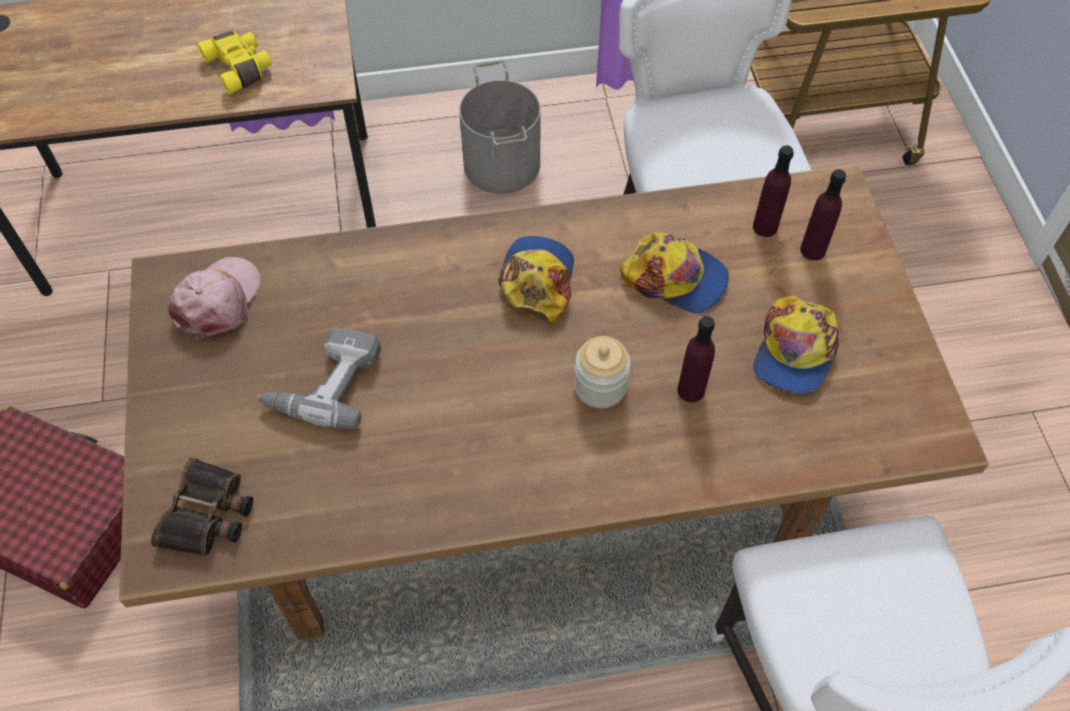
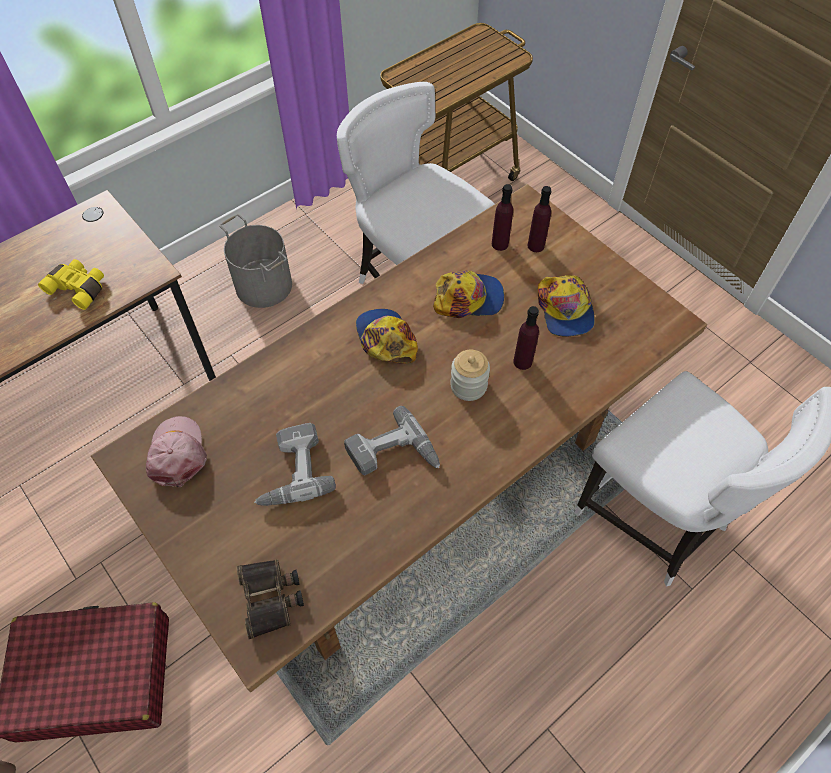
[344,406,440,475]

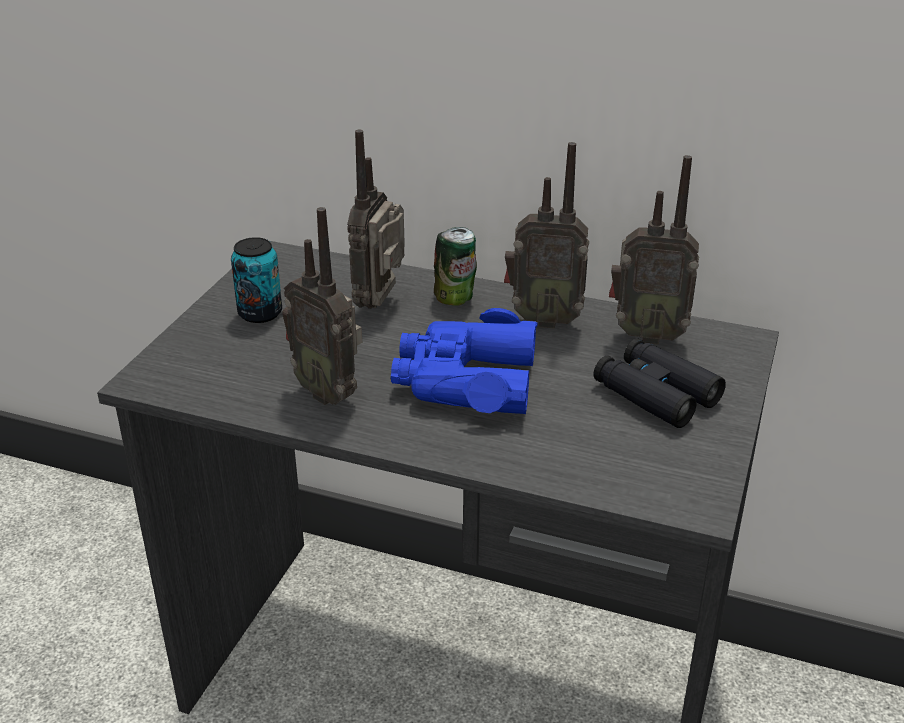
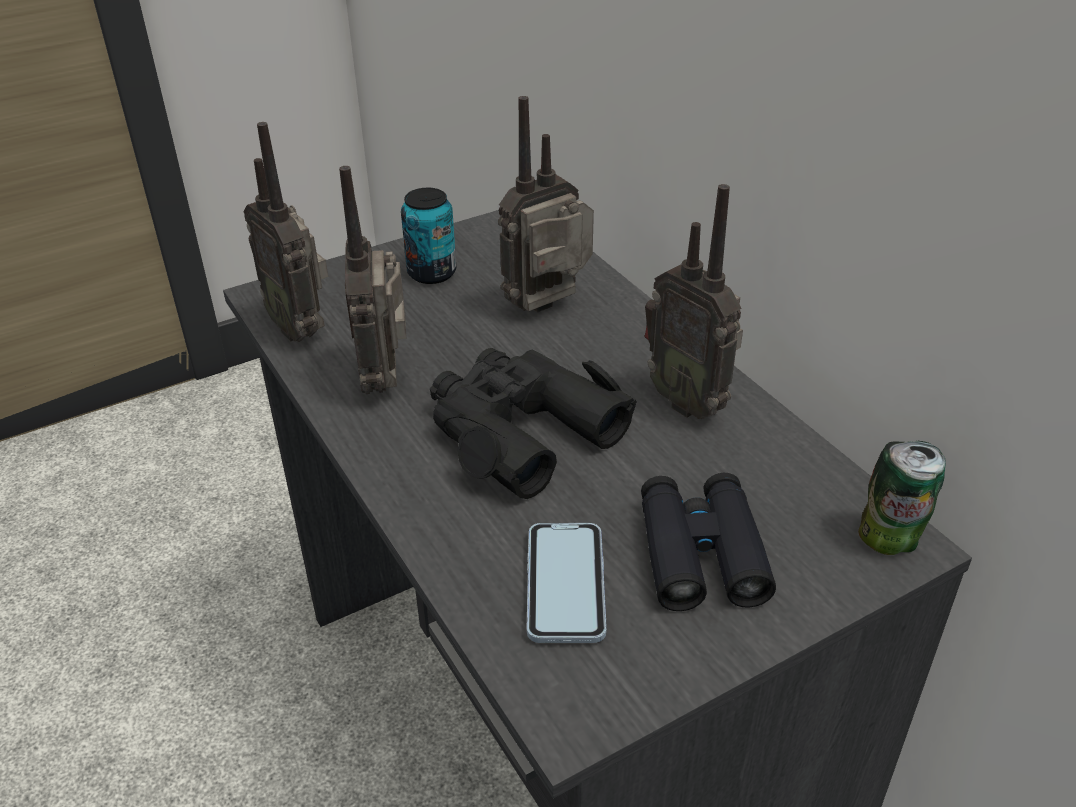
[244,122,328,342]
[430,348,637,499]
[527,523,607,643]
[858,441,945,555]

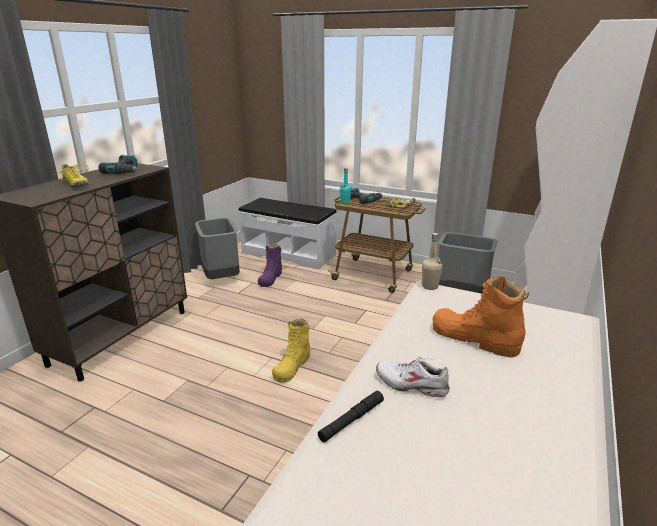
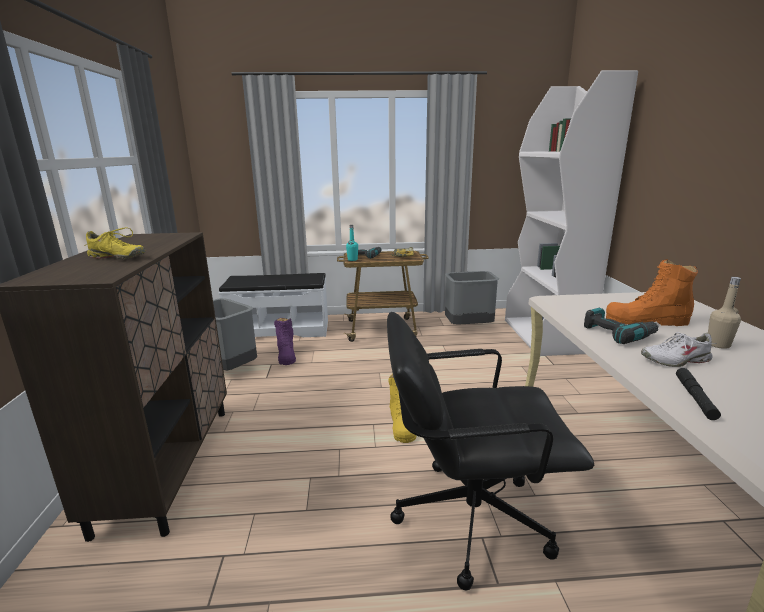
[387,312,594,591]
[584,308,658,344]
[708,277,741,349]

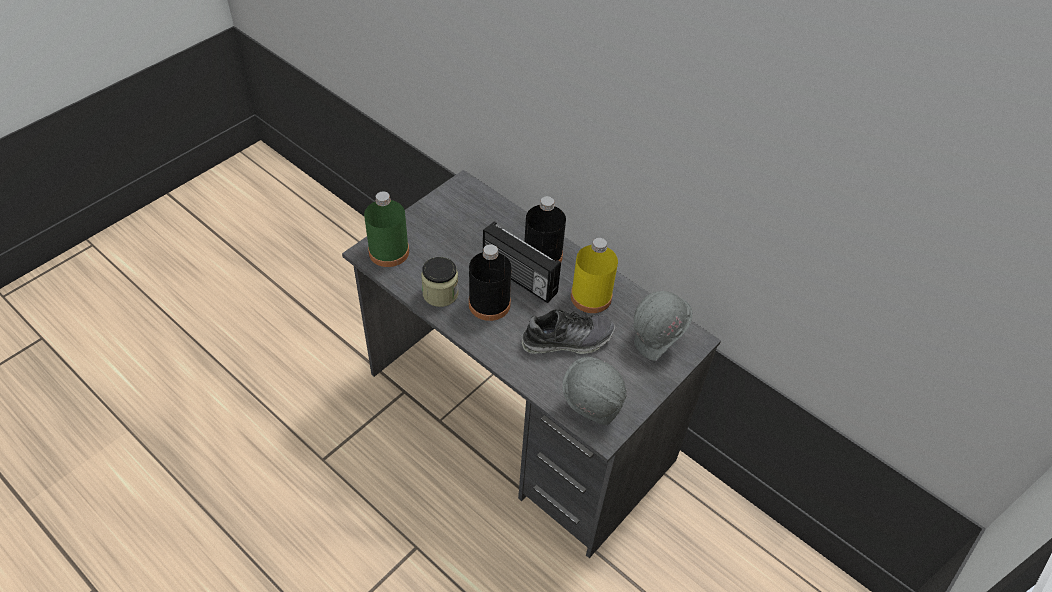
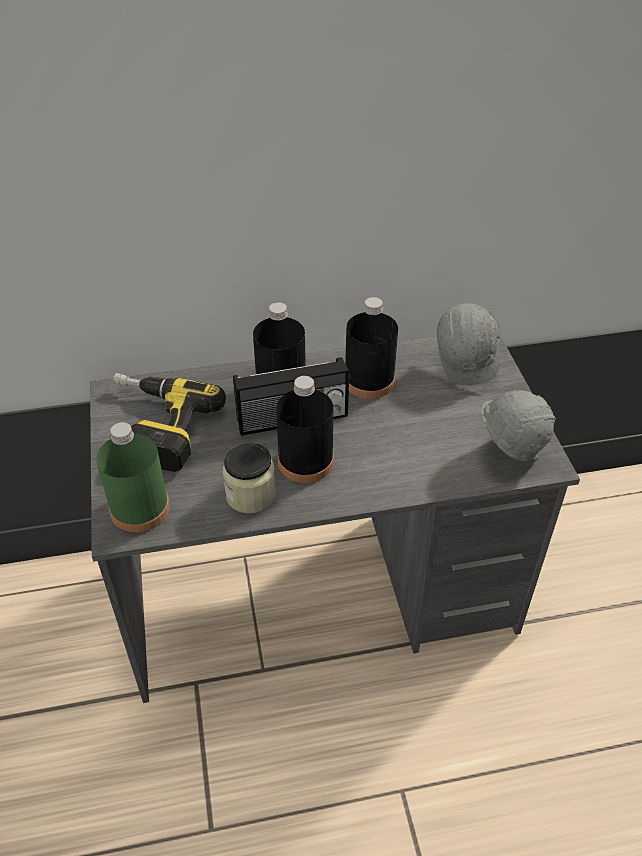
[113,373,226,472]
[345,297,398,399]
[522,309,615,354] (first image)

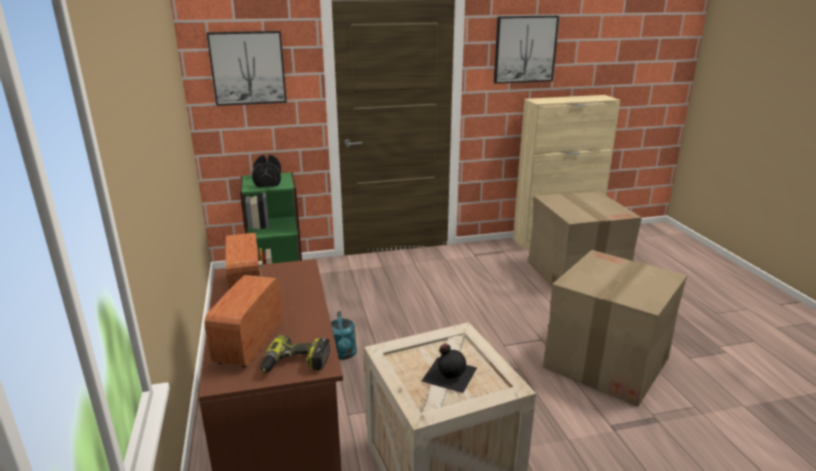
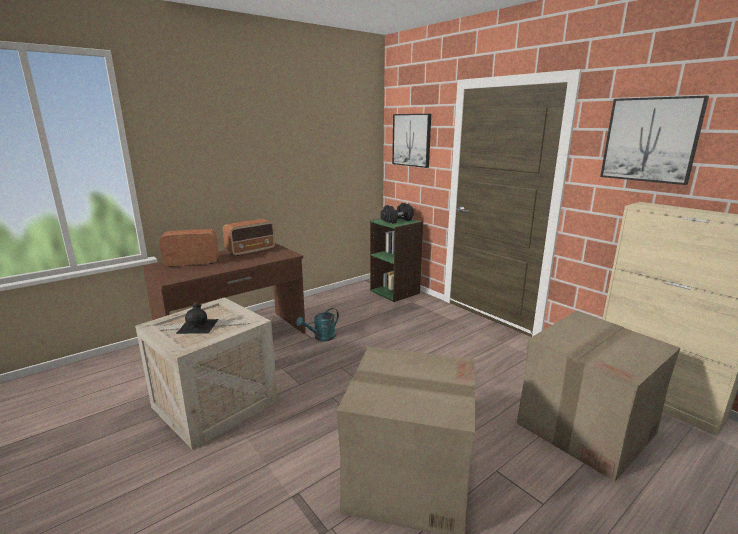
[260,335,330,373] (first image)

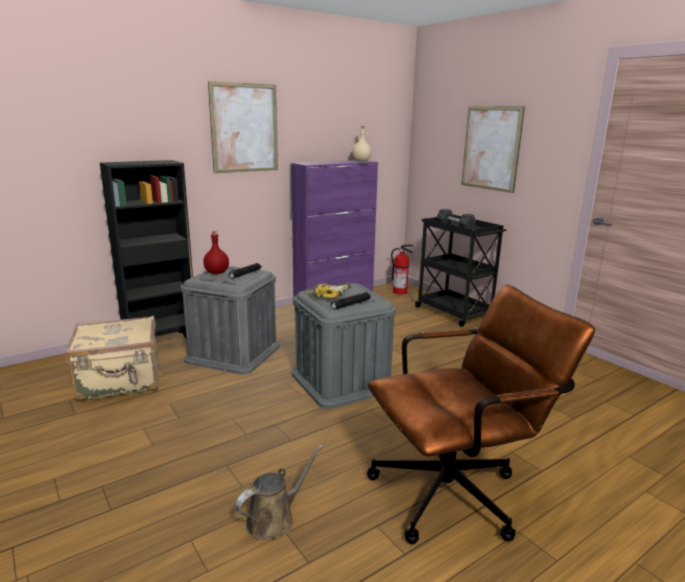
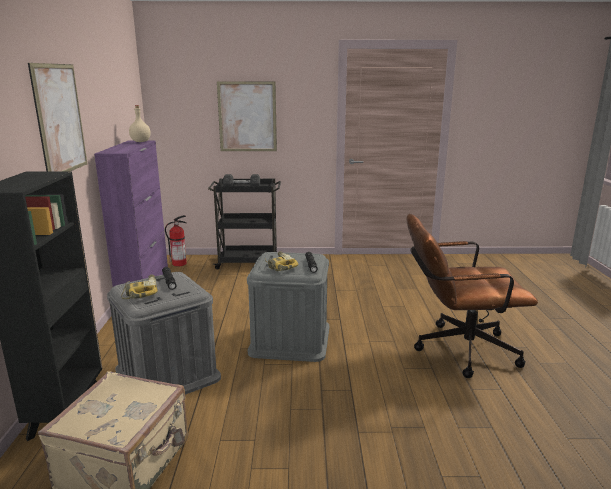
[121,274,158,299]
[406,214,538,378]
[235,444,323,540] (first image)

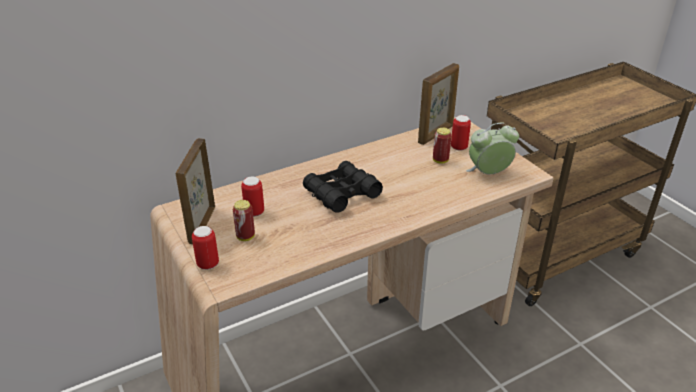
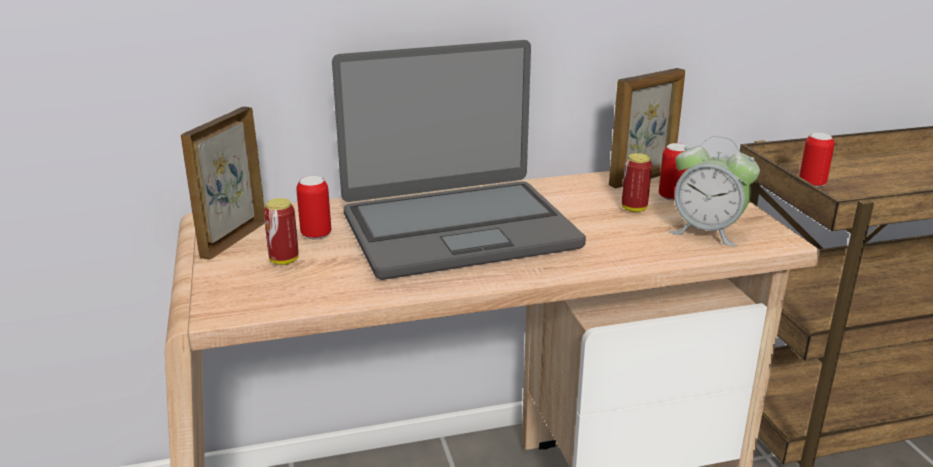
[332,40,586,280]
[669,136,760,247]
[799,133,835,188]

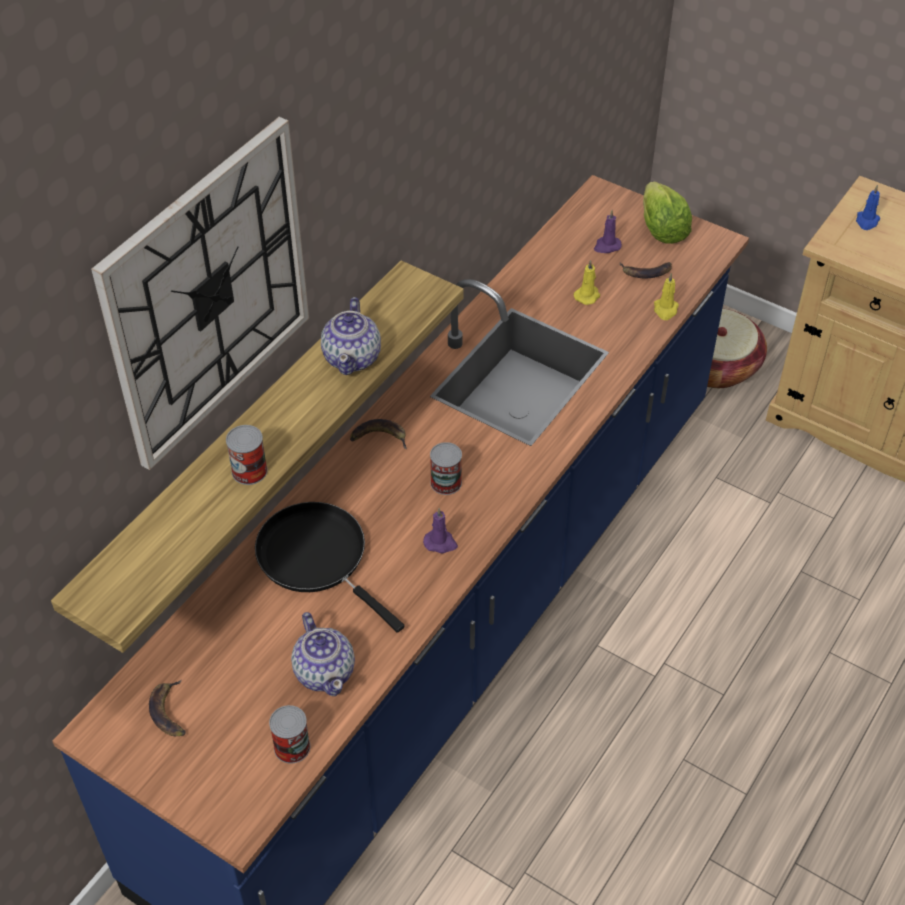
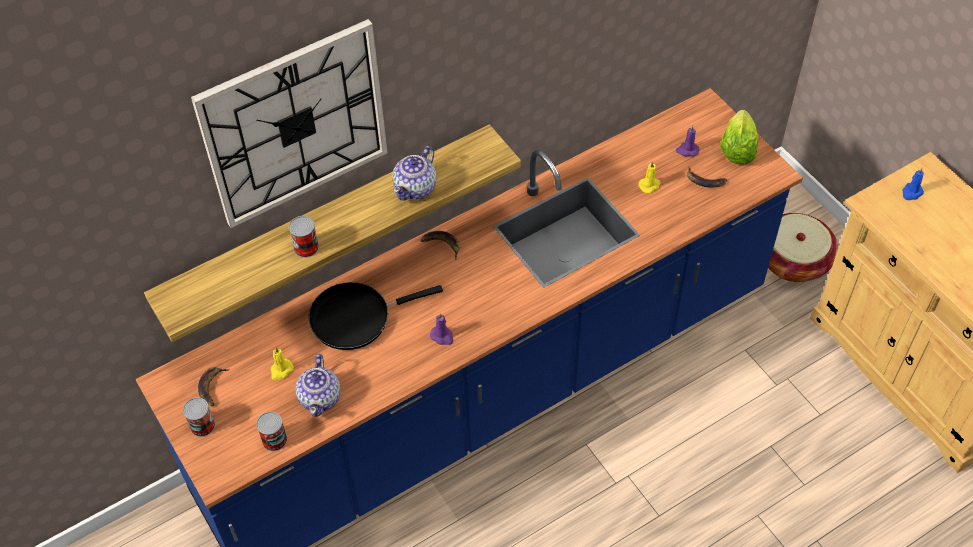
[183,397,215,437]
[270,347,294,380]
[309,282,443,350]

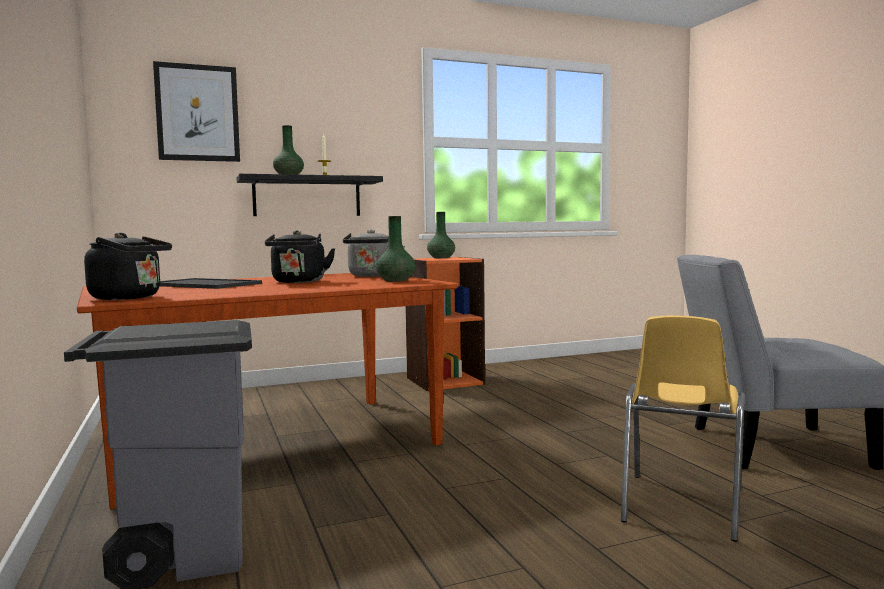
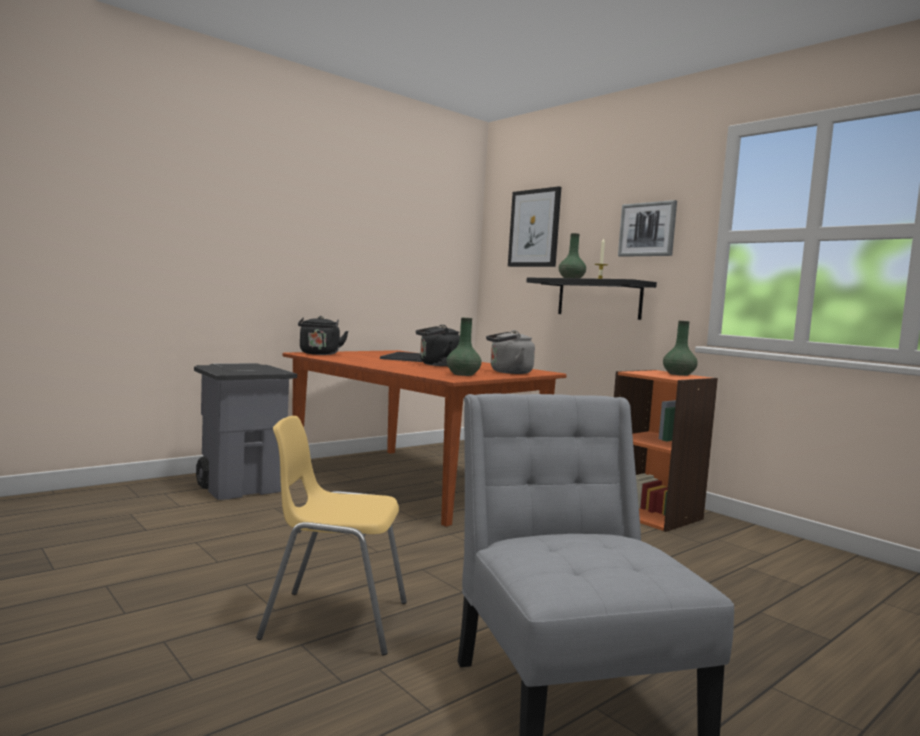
[618,200,677,257]

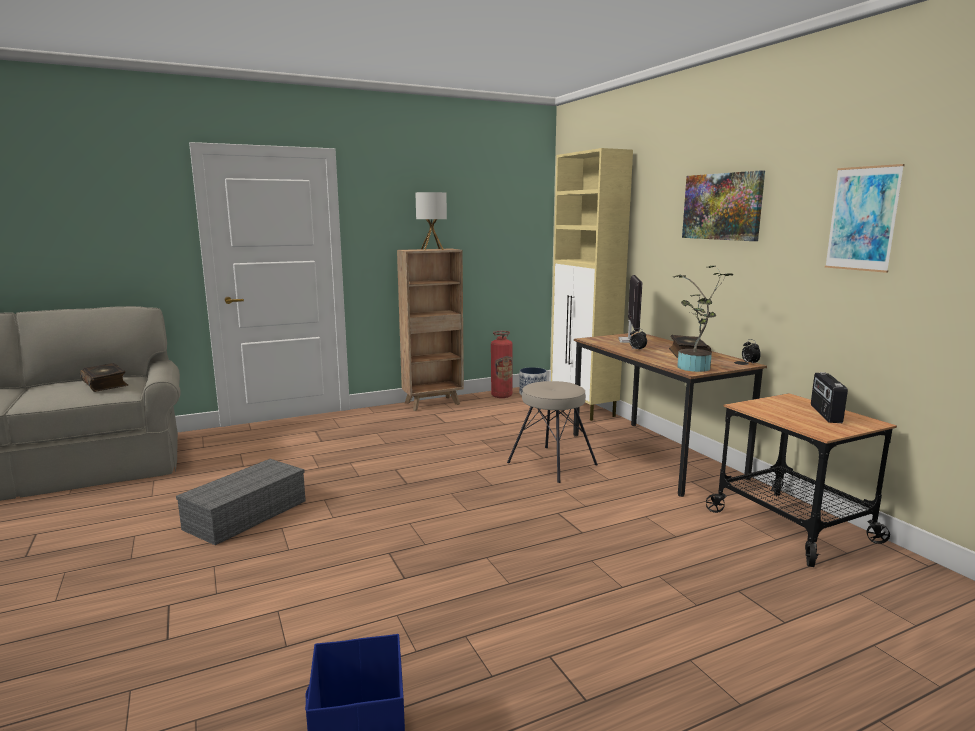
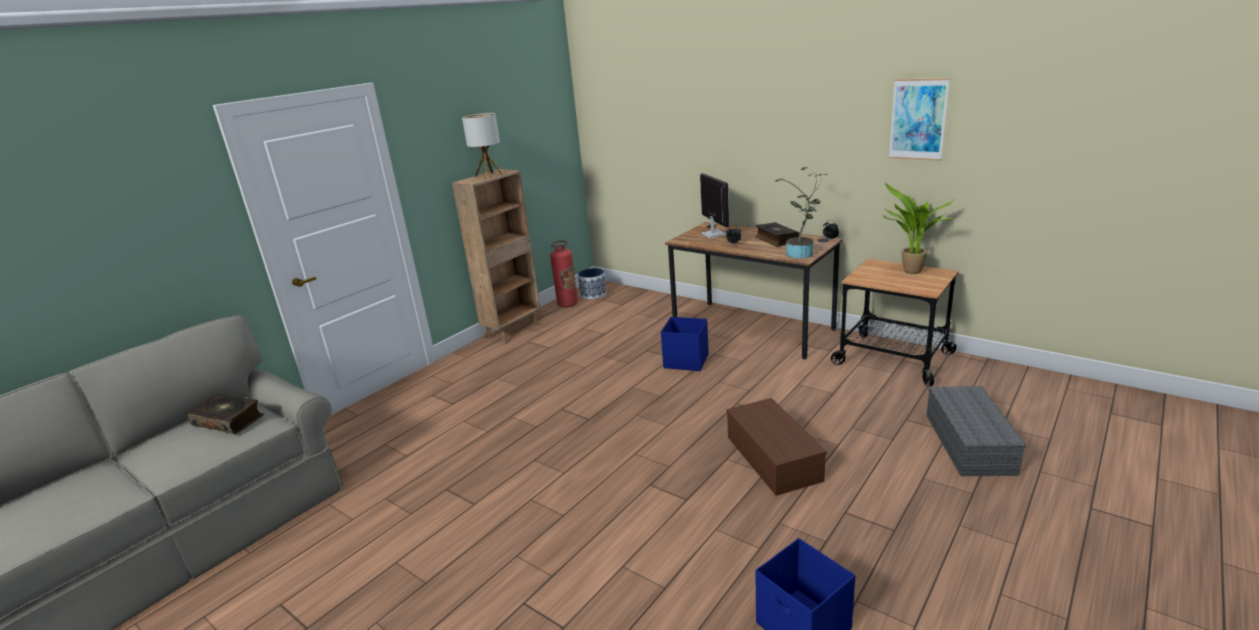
[661,317,709,371]
[726,398,827,496]
[883,183,957,274]
[927,386,1026,476]
[551,148,633,421] (first image)
[682,170,765,241] (first image)

